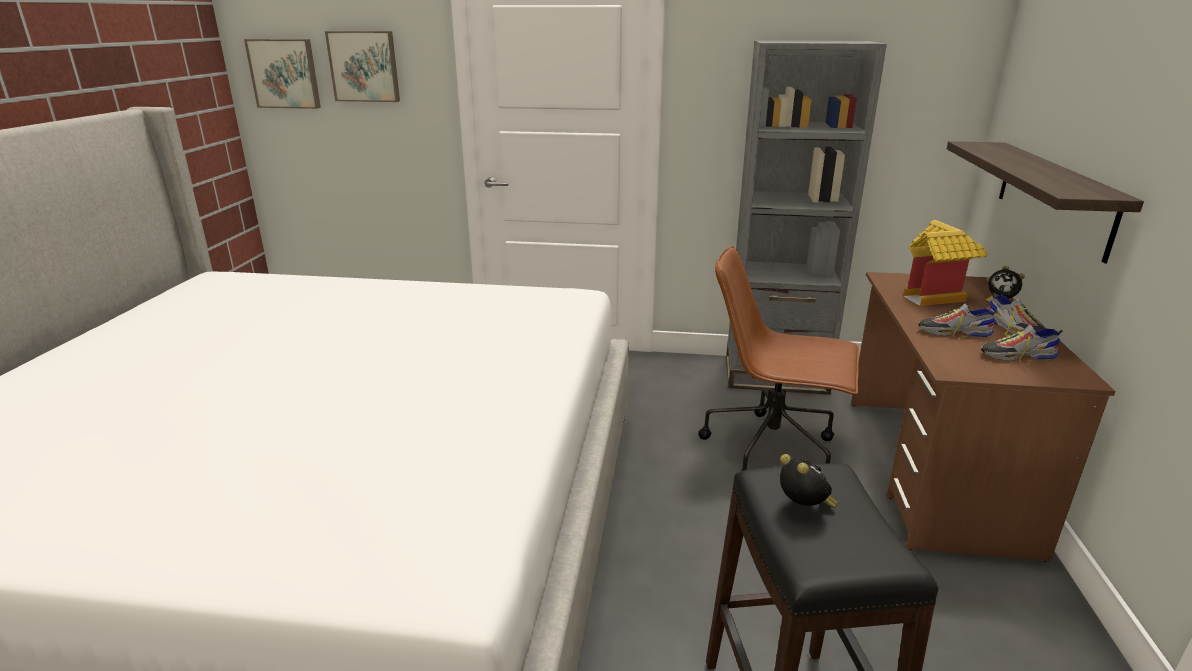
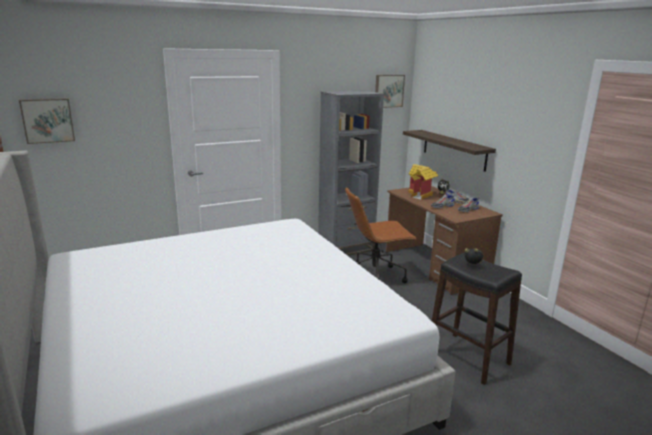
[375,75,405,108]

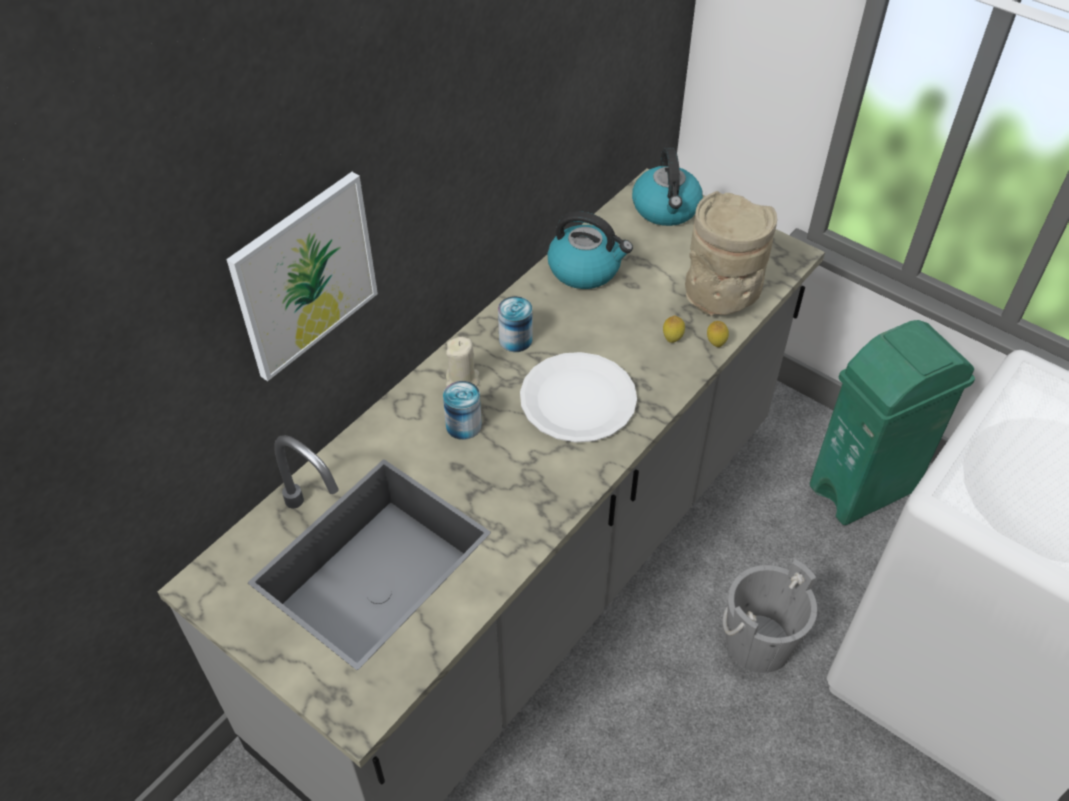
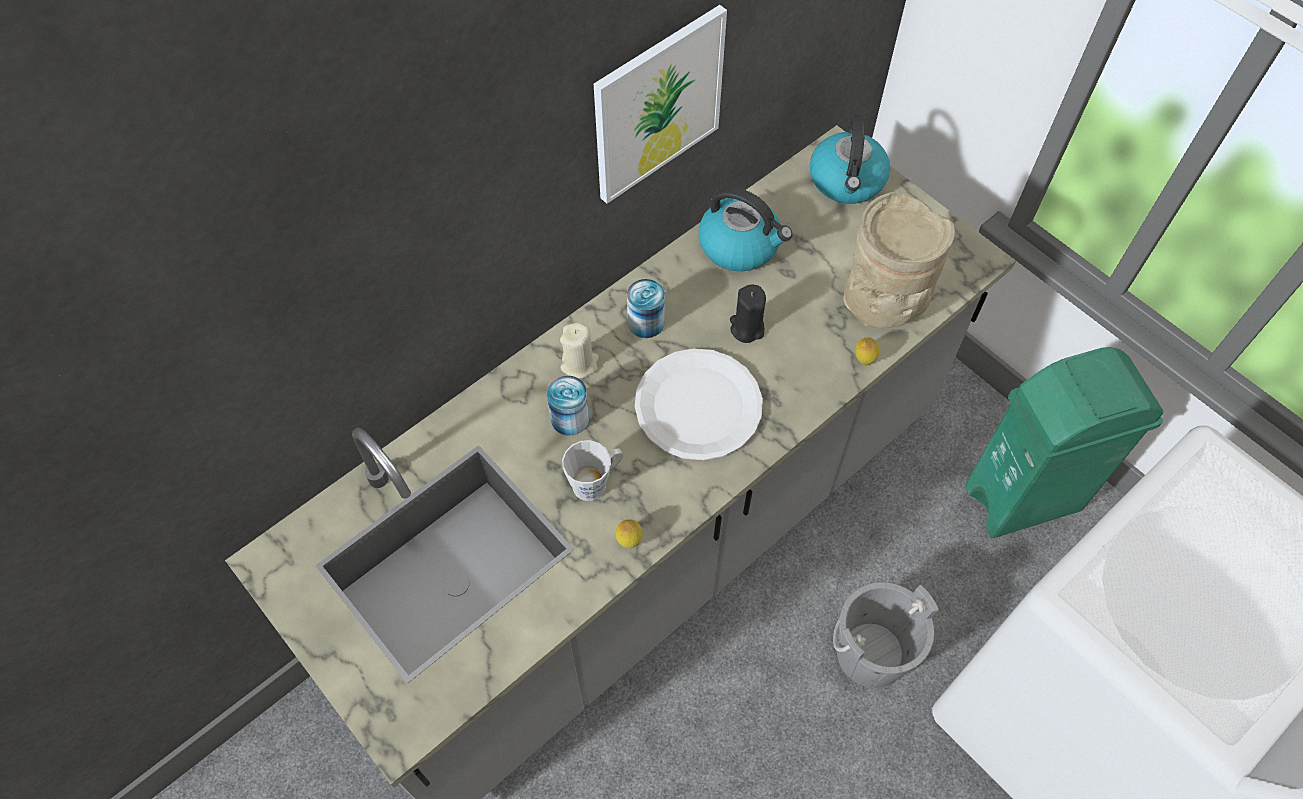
[562,440,623,501]
[594,5,727,204]
[616,519,643,548]
[730,285,766,343]

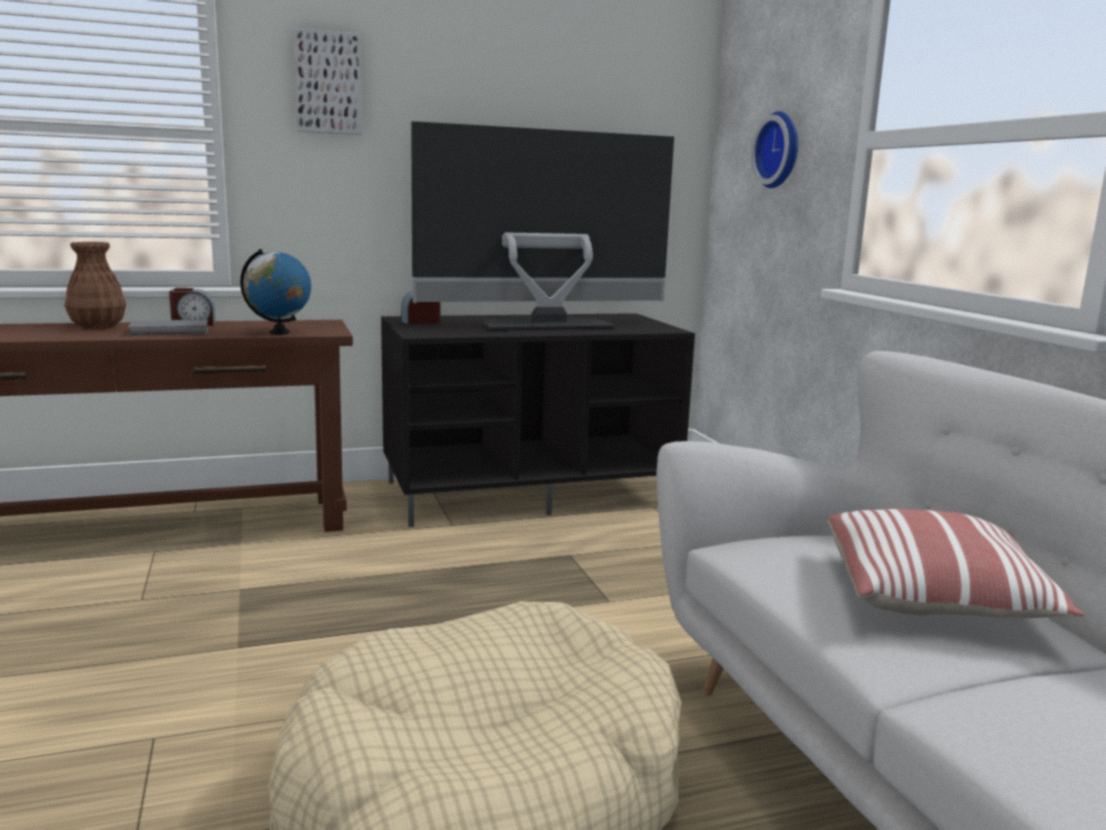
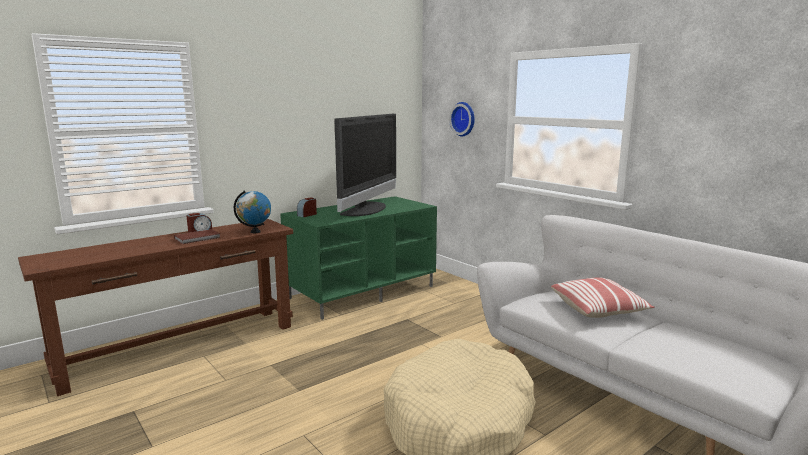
[174,229,221,244]
[280,196,437,320]
[334,114,396,216]
[65,242,126,328] (first image)
[293,28,362,135] (first image)

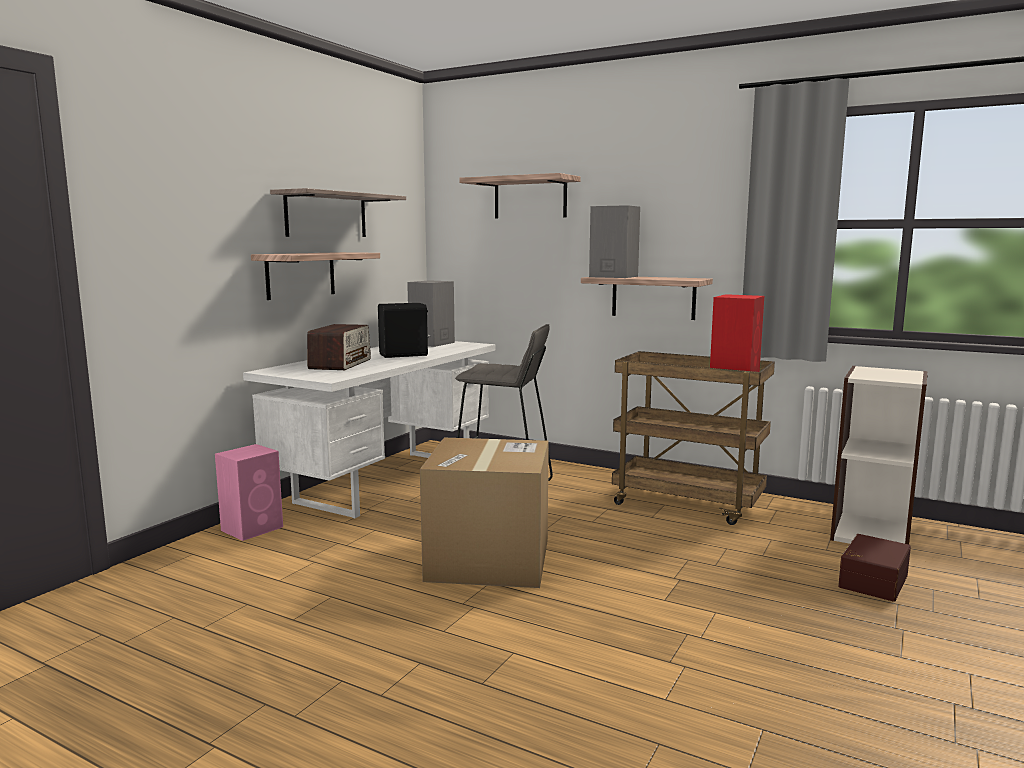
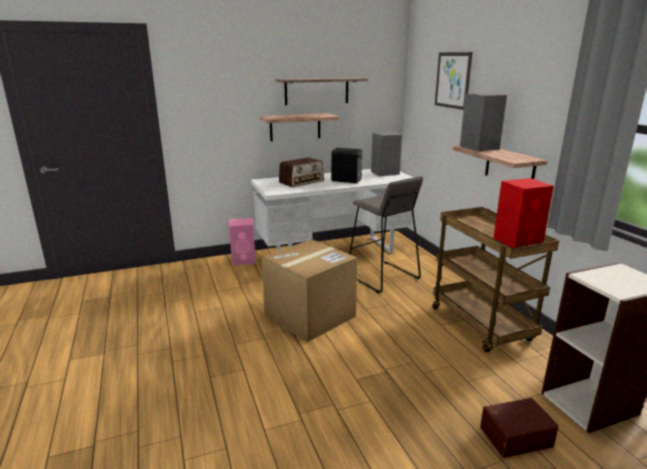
[435,52,472,110]

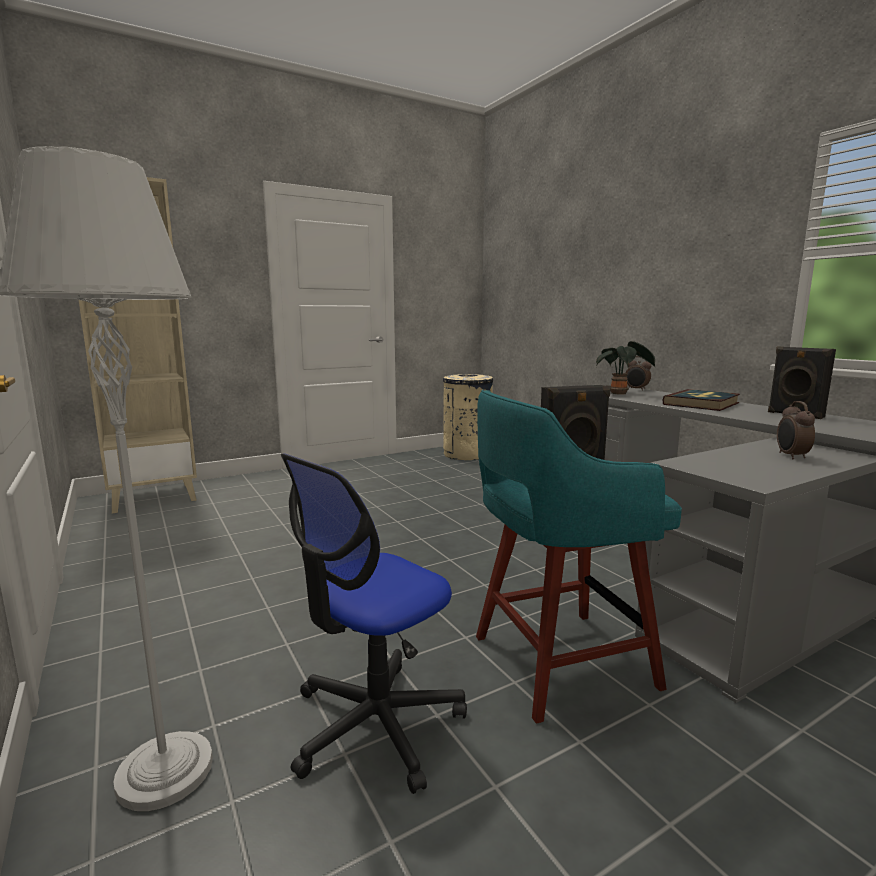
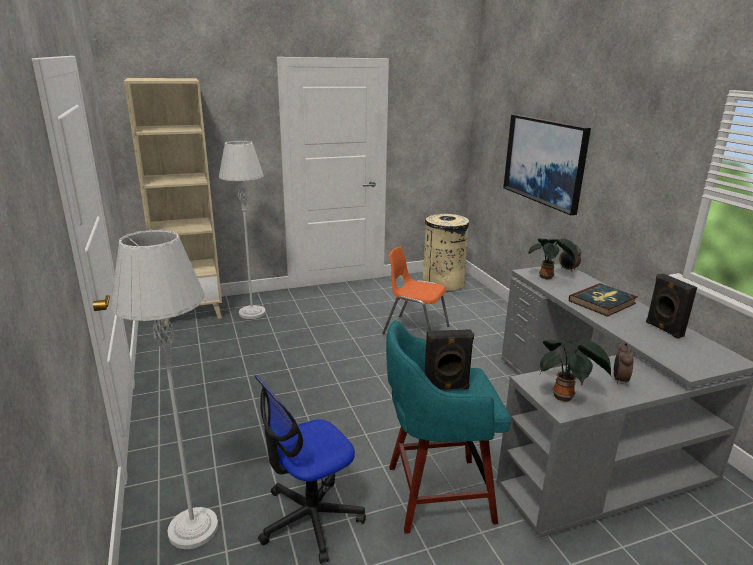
[219,141,266,319]
[382,247,450,334]
[503,114,591,215]
[540,339,612,402]

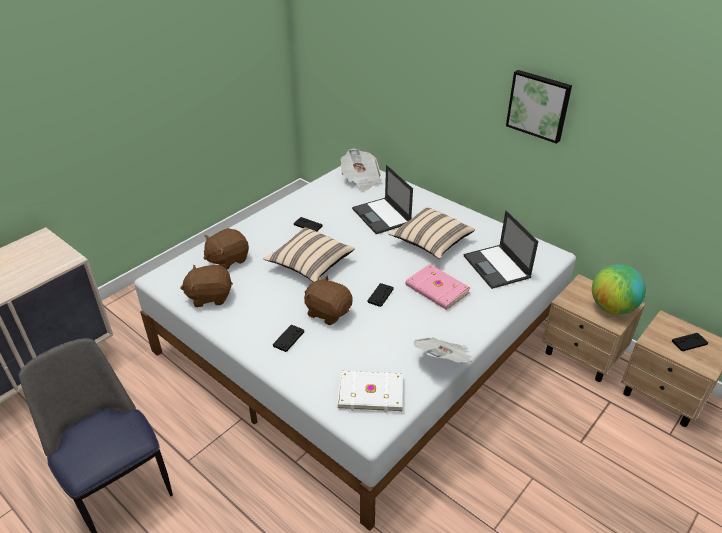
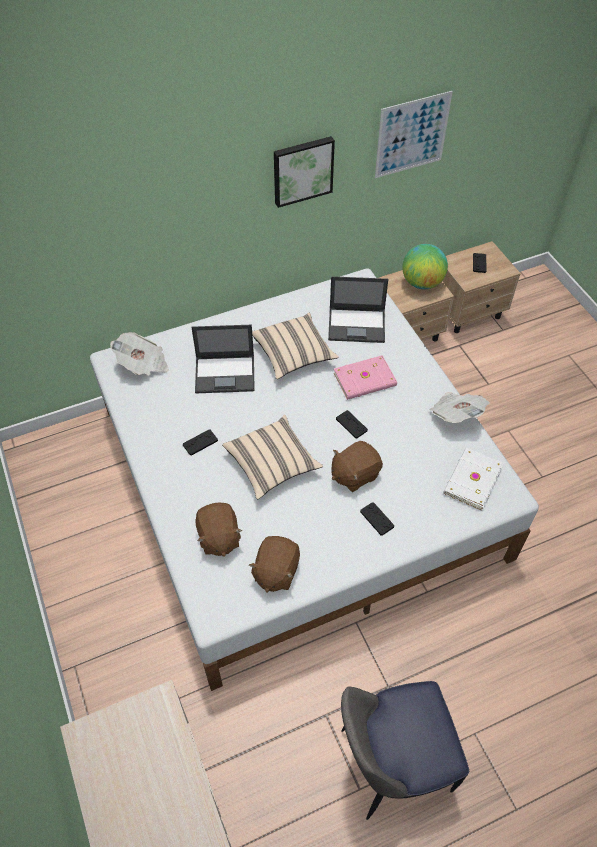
[375,91,453,178]

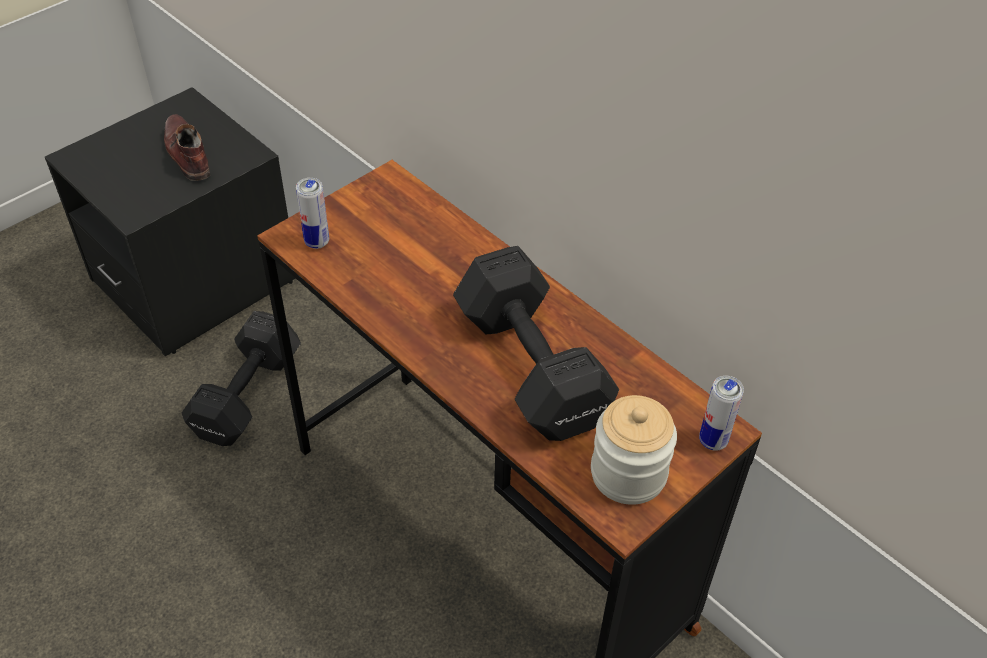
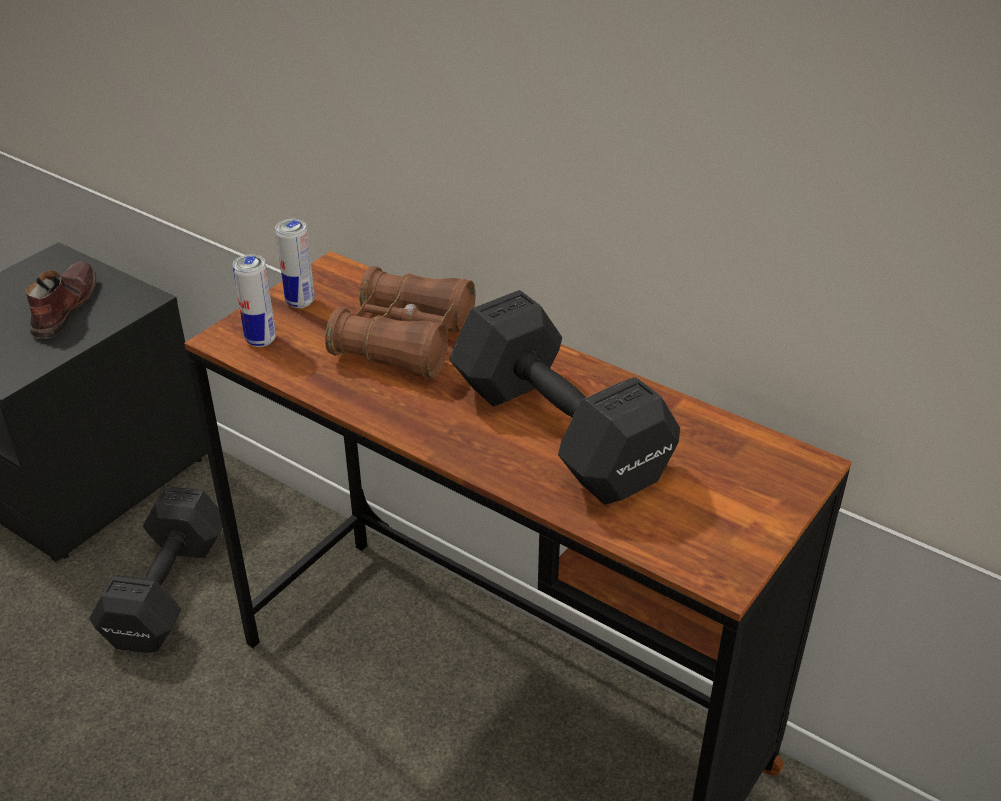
[26,261,96,339]
[275,219,315,308]
[325,266,476,378]
[591,395,677,505] (first image)

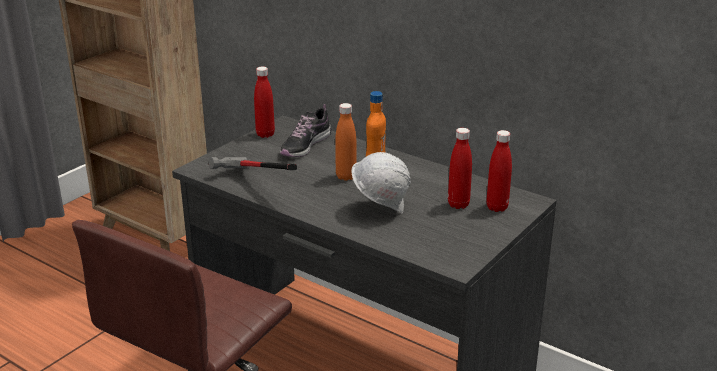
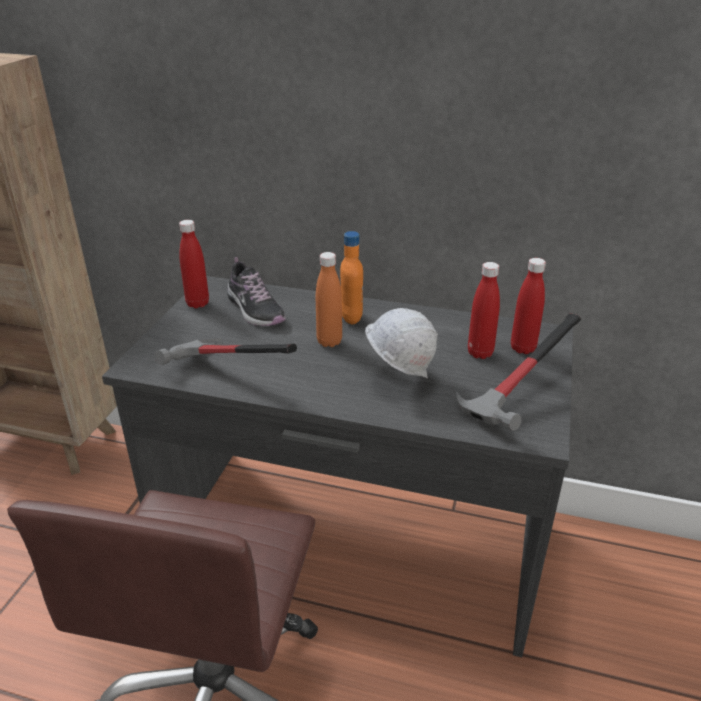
[227,257,286,326]
[456,314,581,431]

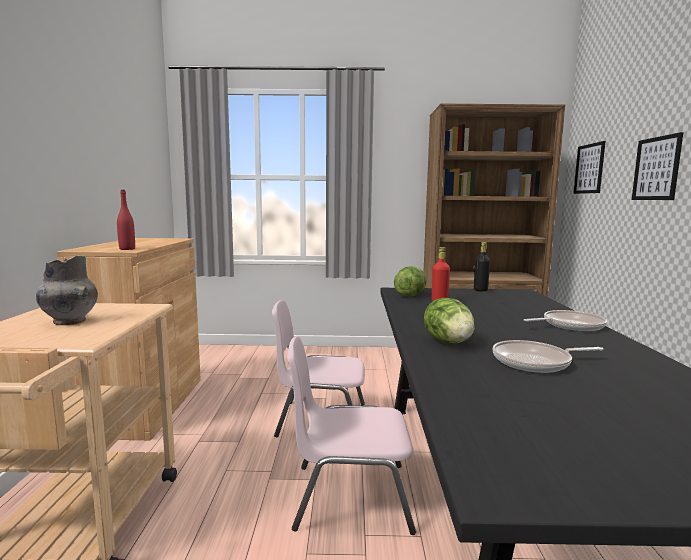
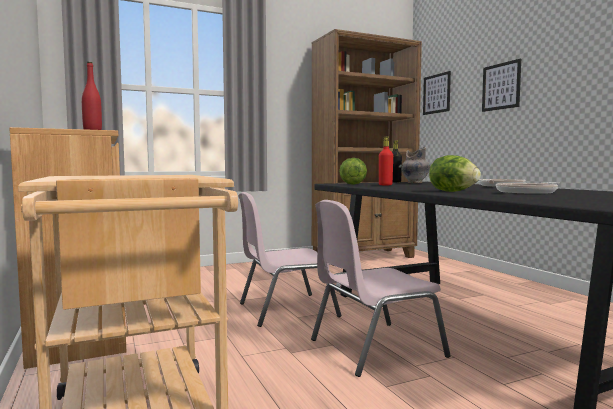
[398,147,431,183]

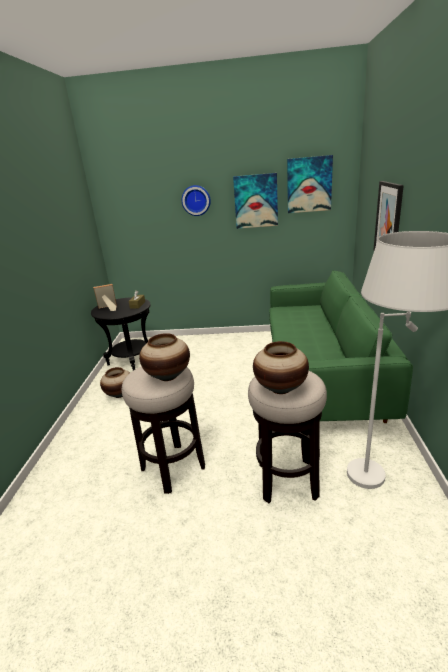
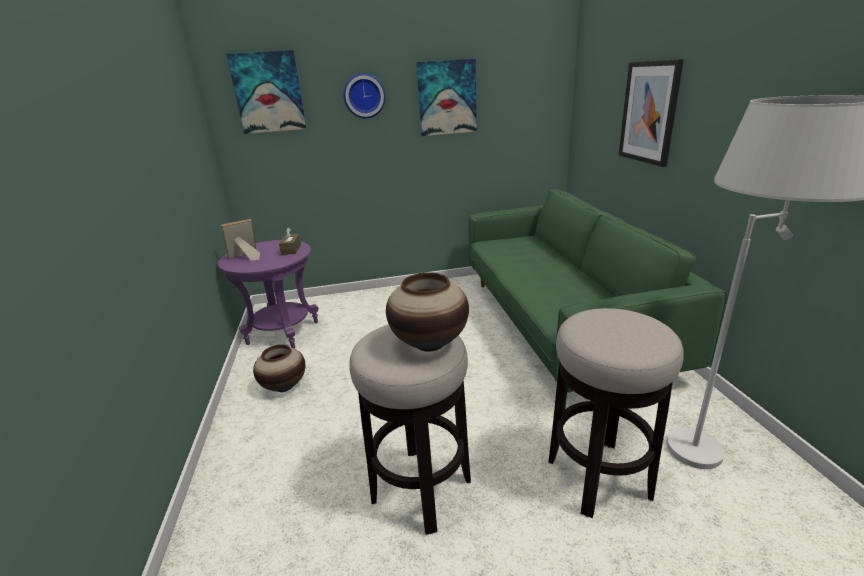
[218,240,318,348]
[226,50,307,134]
[253,341,309,394] (first image)

